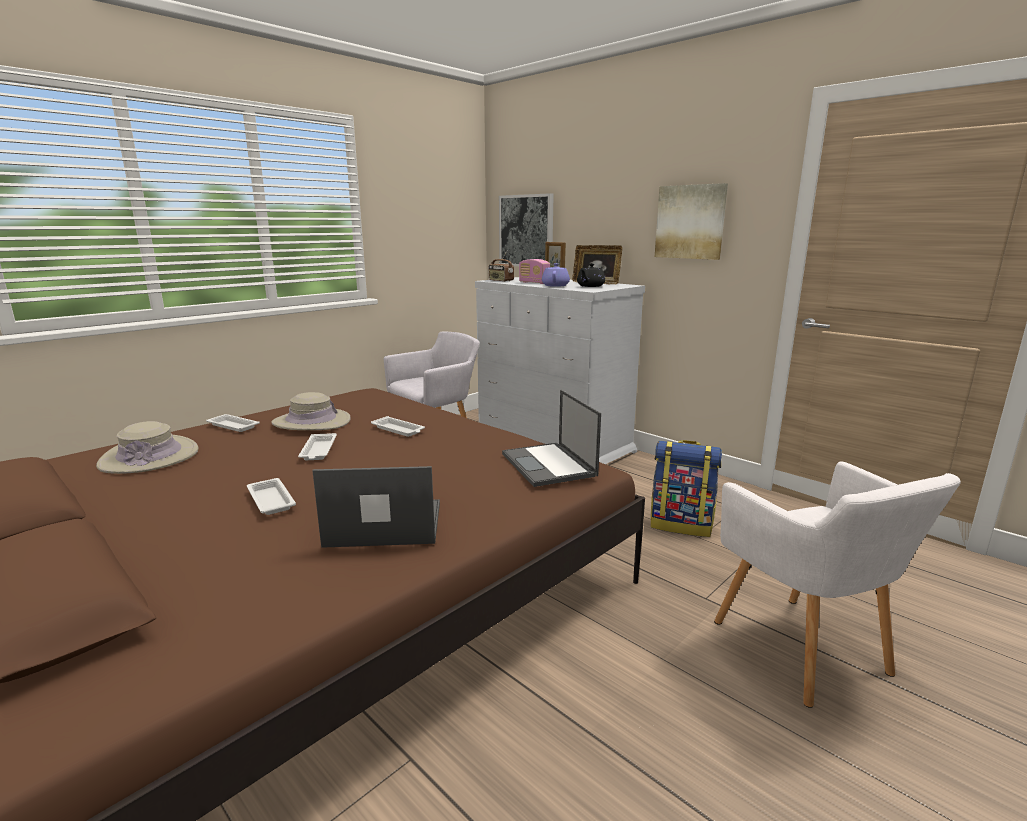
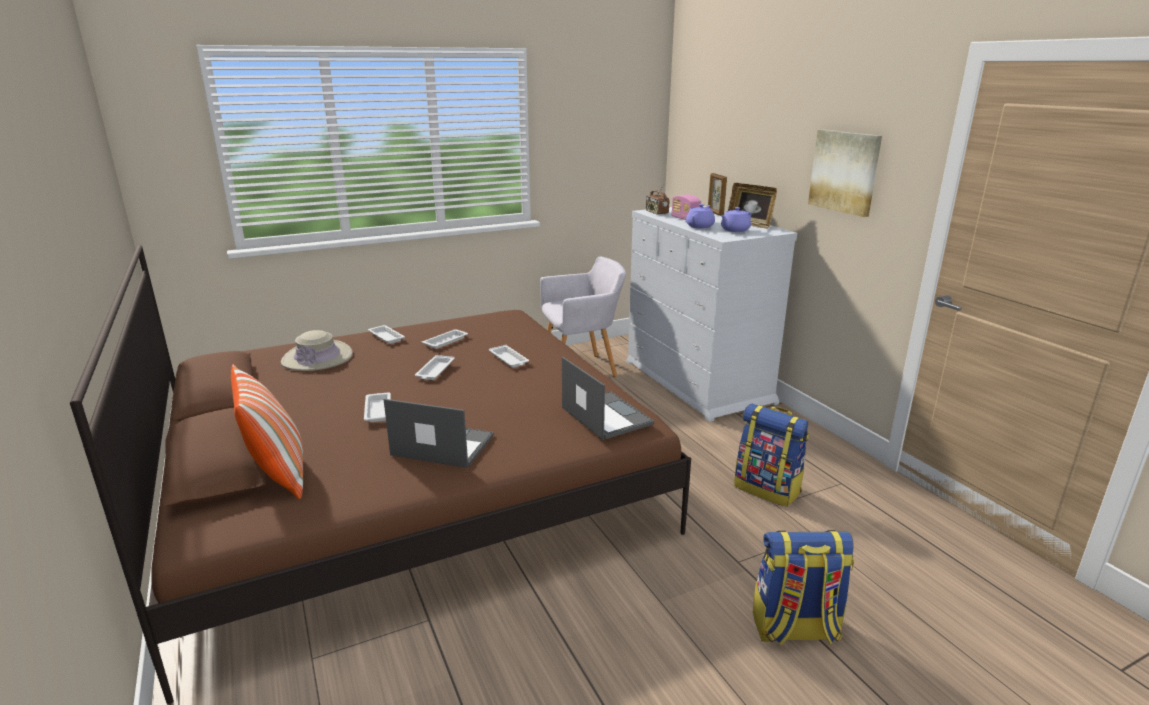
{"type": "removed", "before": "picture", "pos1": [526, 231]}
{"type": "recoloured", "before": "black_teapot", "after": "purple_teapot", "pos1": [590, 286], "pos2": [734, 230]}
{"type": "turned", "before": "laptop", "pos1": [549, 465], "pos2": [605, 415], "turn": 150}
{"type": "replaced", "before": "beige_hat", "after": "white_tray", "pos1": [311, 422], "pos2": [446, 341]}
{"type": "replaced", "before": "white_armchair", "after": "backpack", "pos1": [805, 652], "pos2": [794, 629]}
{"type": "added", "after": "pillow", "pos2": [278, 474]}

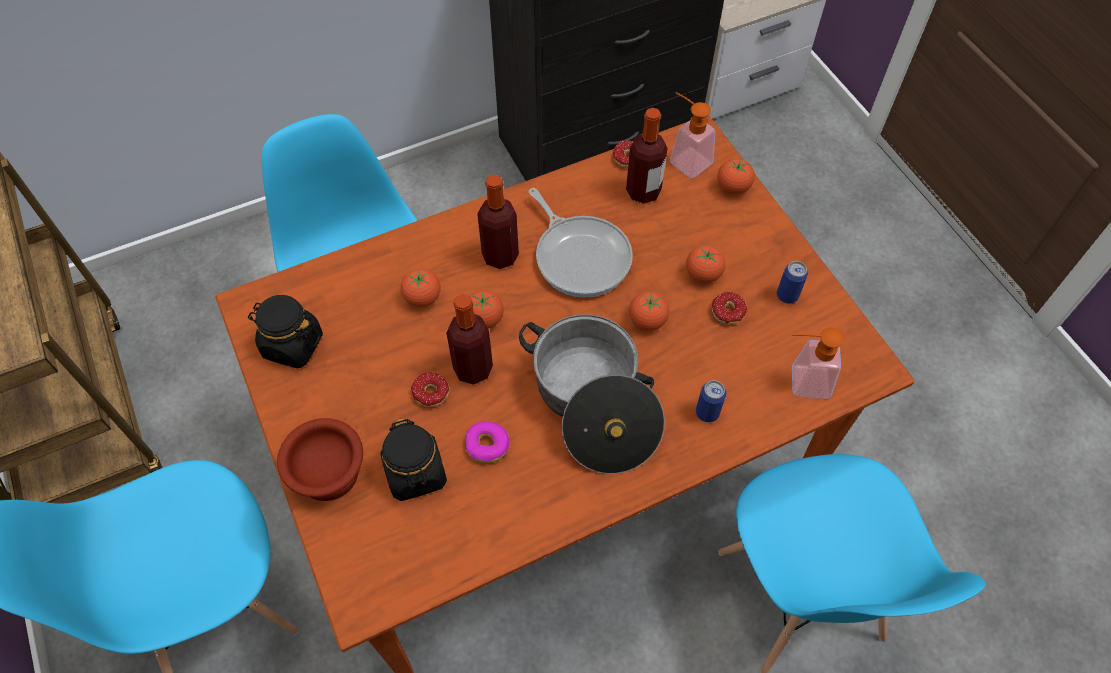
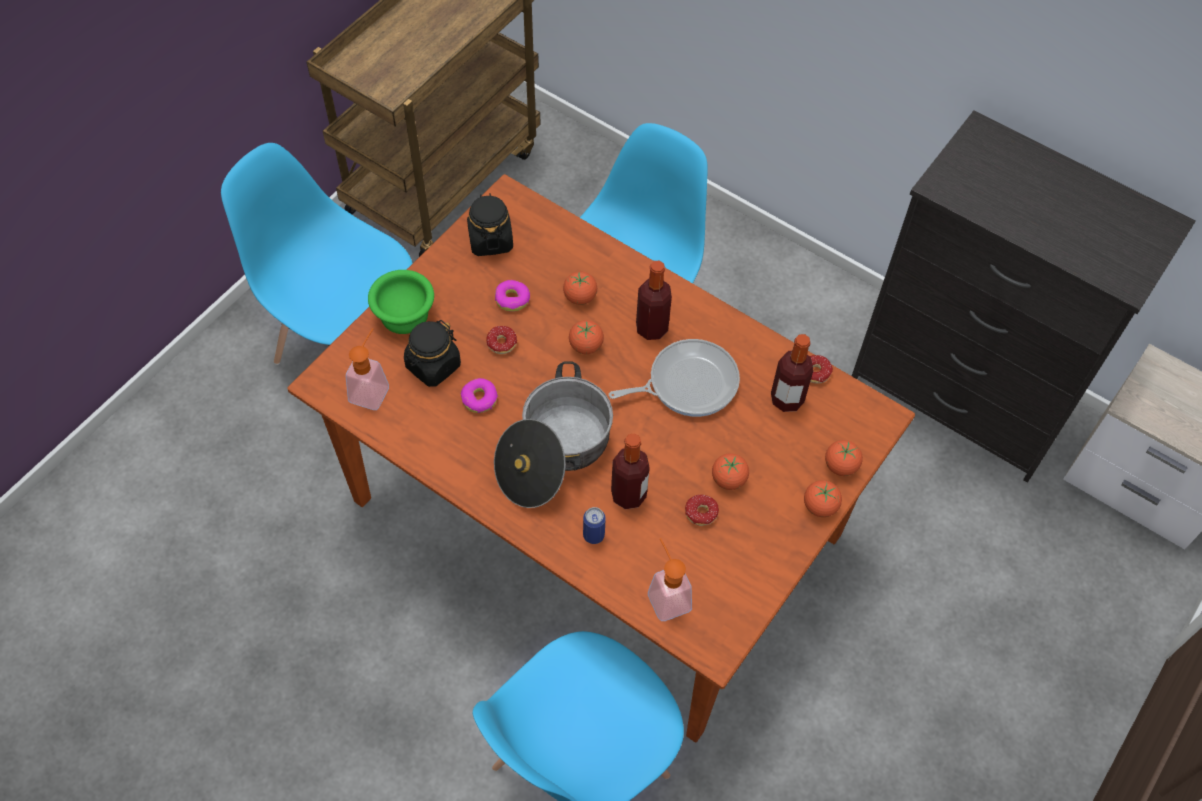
{"type": "moved", "before": "soap_dispenser", "pos1": [685, 159], "pos2": [372, 389]}
{"type": "turned", "before": "frying_pan", "pos1": [580, 256], "pos2": [687, 383], "turn": -135}
{"type": "removed", "before": "can", "pos1": [787, 295]}
{"type": "moved", "before": "tomato", "pos1": [647, 321], "pos2": [820, 506]}
{"type": "moved", "before": "bottle", "pos1": [473, 368], "pos2": [628, 495]}
{"type": "recoloured", "before": "brown_bowl", "after": "green_bowl", "pos1": [327, 475], "pos2": [402, 315]}
{"type": "added", "after": "donut", "pos2": [512, 299]}

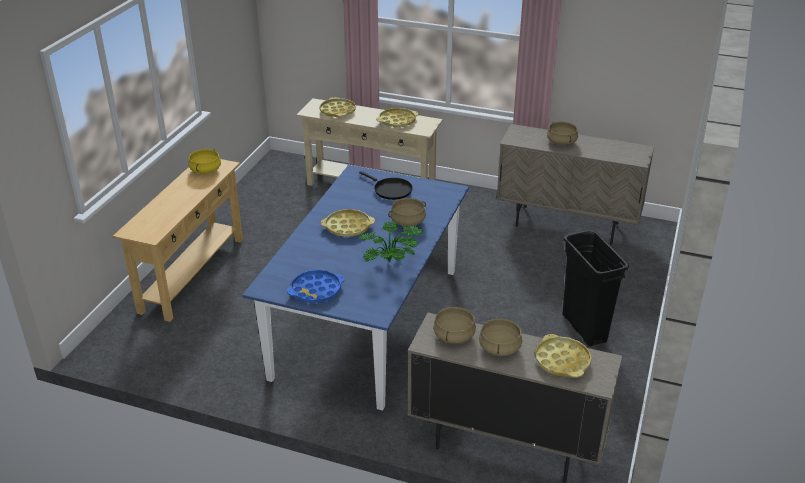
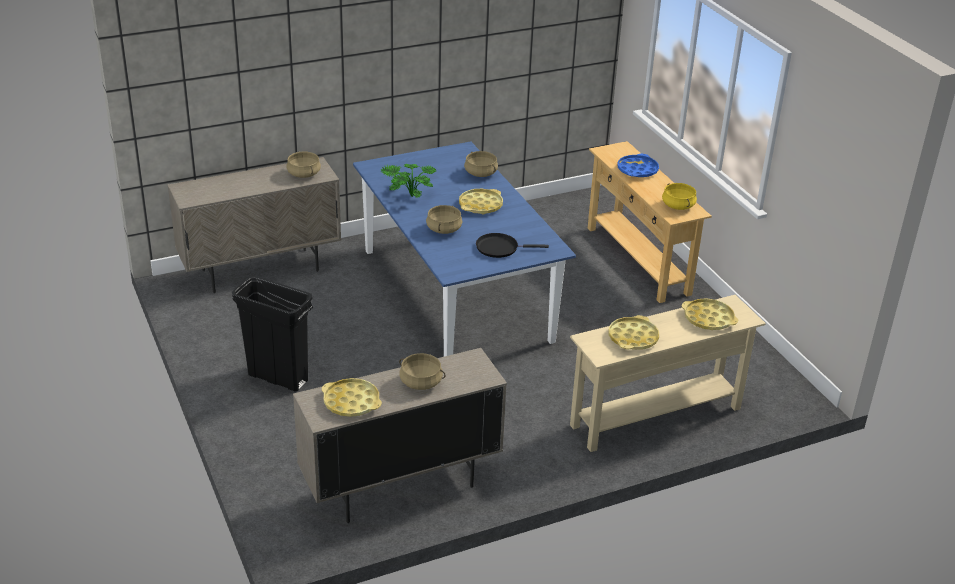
{"type": "moved", "before": "blue_tray", "pos1": [316, 290], "pos2": [637, 170]}
{"type": "moved", "before": "beige_cooking_pot", "pos1": [499, 347], "pos2": [481, 173]}
{"type": "moved", "before": "yellow_tray", "pos1": [562, 361], "pos2": [351, 402]}

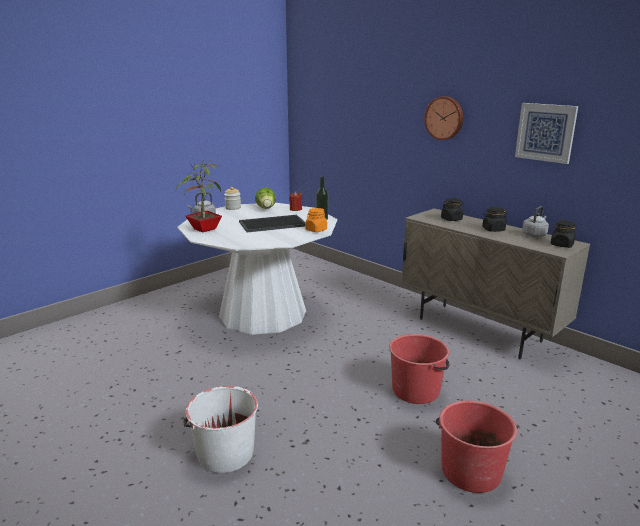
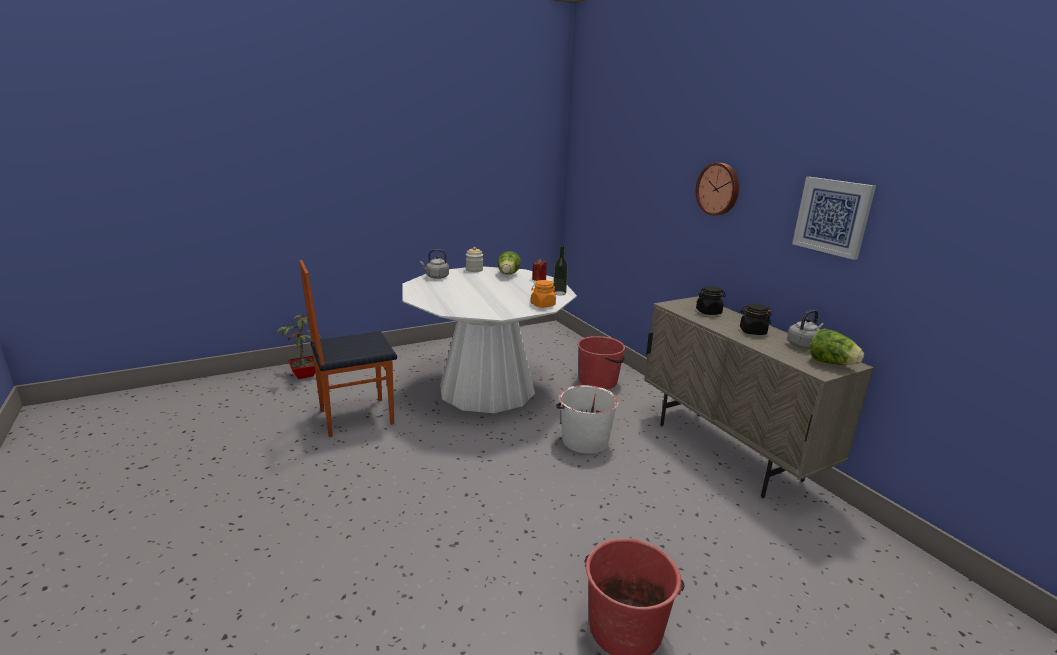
{"type": "moved", "before": "potted_plant", "pos1": [203, 229], "pos2": [303, 375]}
{"type": "removed", "before": "tray", "pos1": [272, 224]}
{"type": "replaced", "before": "black_jar", "after": "lettuce", "pos1": [562, 245], "pos2": [831, 363]}
{"type": "moved", "before": "red_bucket", "pos1": [416, 390], "pos2": [598, 381]}
{"type": "moved", "before": "white_bucket", "pos1": [225, 453], "pos2": [584, 441]}
{"type": "added", "after": "chair", "pos2": [355, 417]}

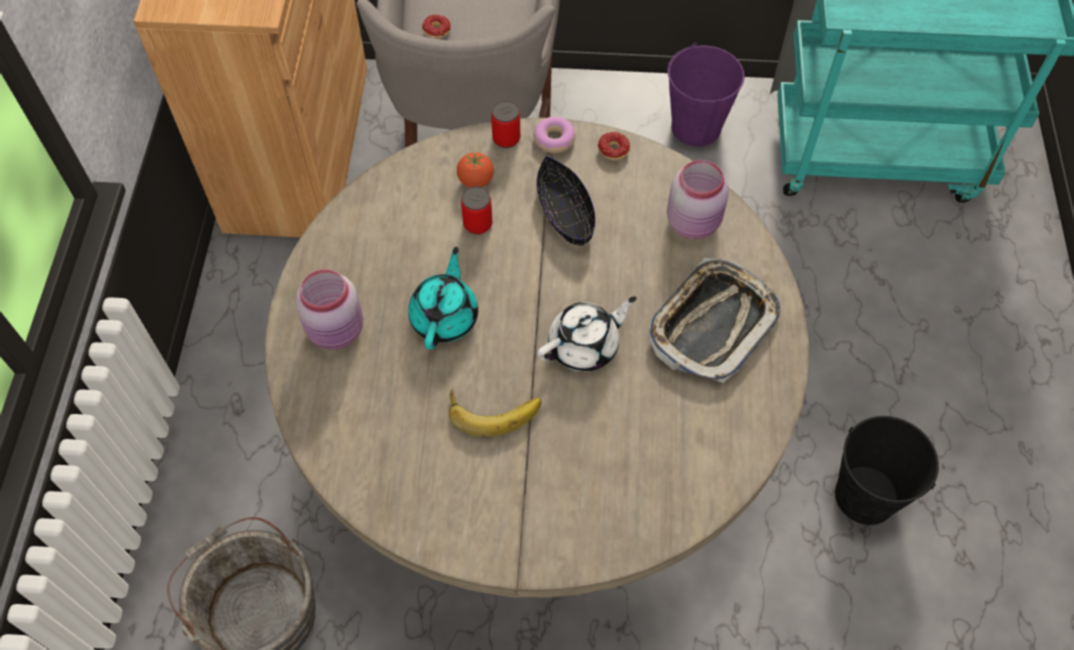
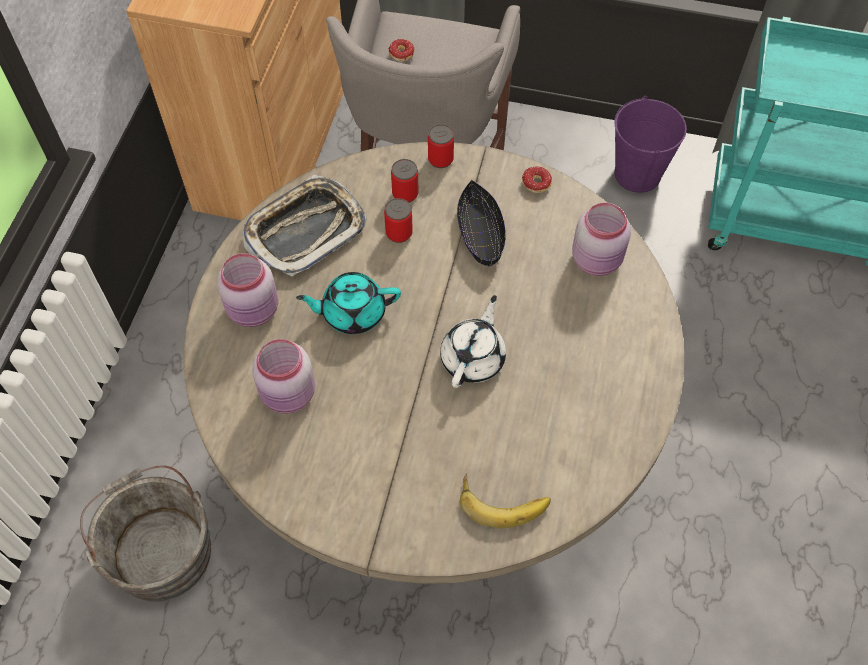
{"type": "removed", "before": "donut", "pos1": [554, 139]}
{"type": "replaced", "before": "tomato", "after": "can", "pos1": [476, 181], "pos2": [405, 194]}
{"type": "turned", "before": "turquoise_teapot", "pos1": [445, 317], "pos2": [352, 312], "turn": -120}
{"type": "moved", "before": "tray", "pos1": [712, 324], "pos2": [305, 230]}
{"type": "turned", "before": "white_teapot", "pos1": [585, 346], "pos2": [473, 358], "turn": -45}
{"type": "moved", "before": "banana", "pos1": [494, 408], "pos2": [503, 500]}
{"type": "removed", "before": "black_bucket", "pos1": [865, 495]}
{"type": "added", "after": "pink_jar", "pos2": [289, 395]}

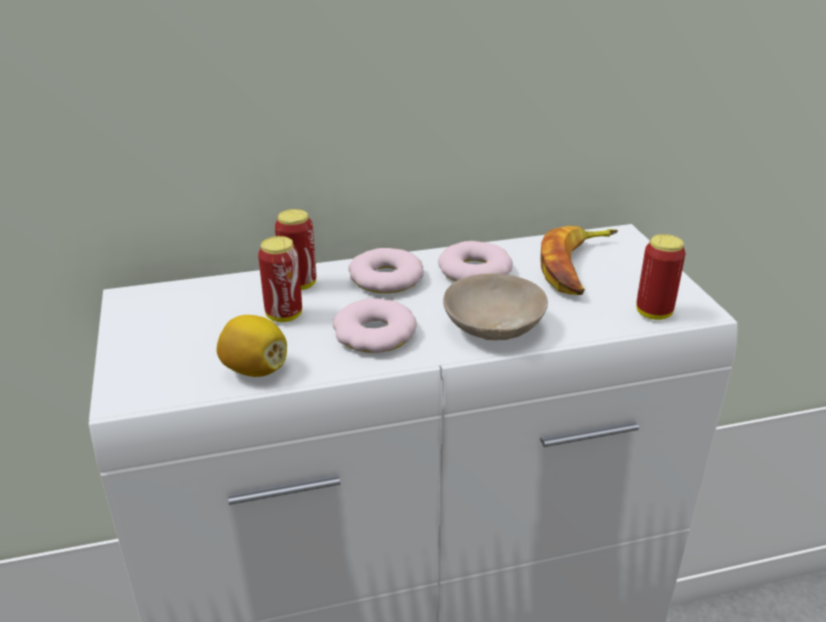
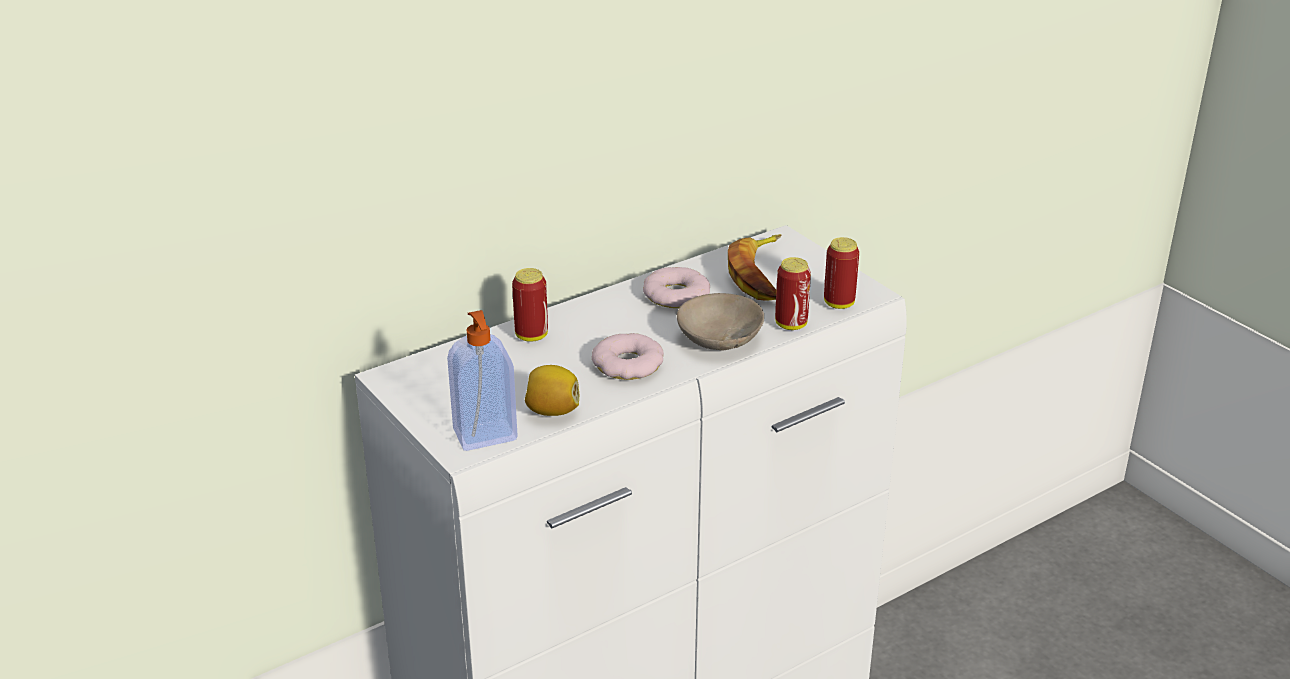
{"type": "moved", "before": "can", "pos1": [284, 315], "pos2": [791, 324]}
{"type": "removed", "before": "donut", "pos1": [385, 278]}
{"type": "added", "after": "soap_dispenser", "pos2": [486, 436]}

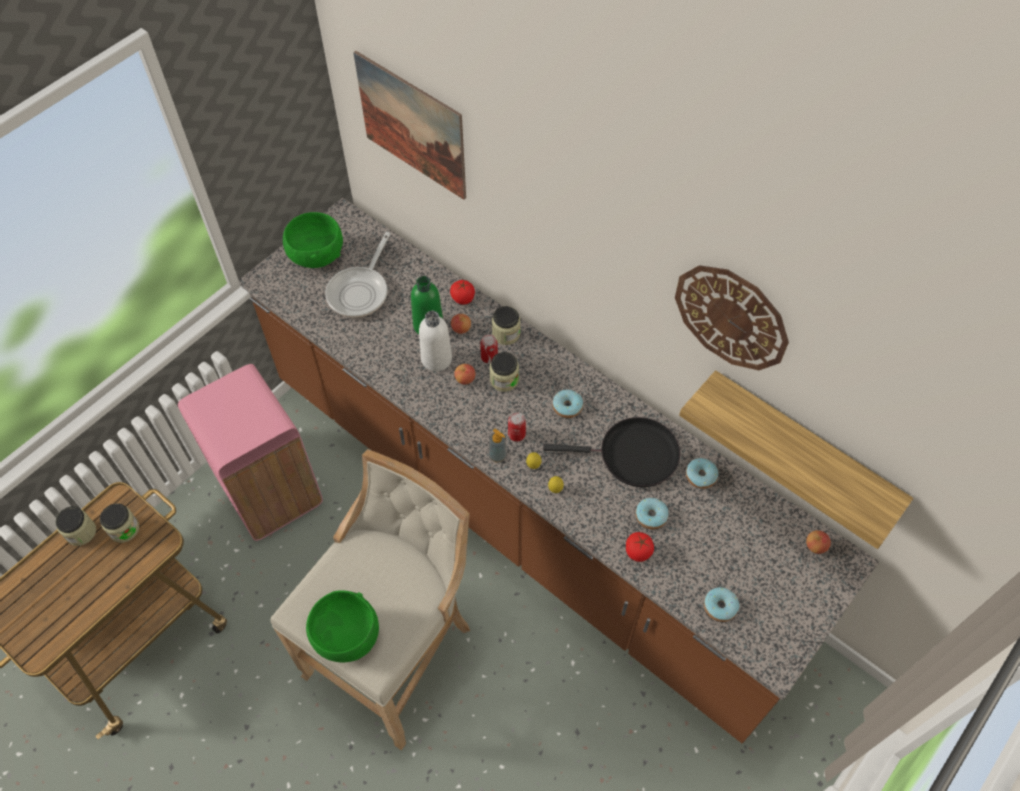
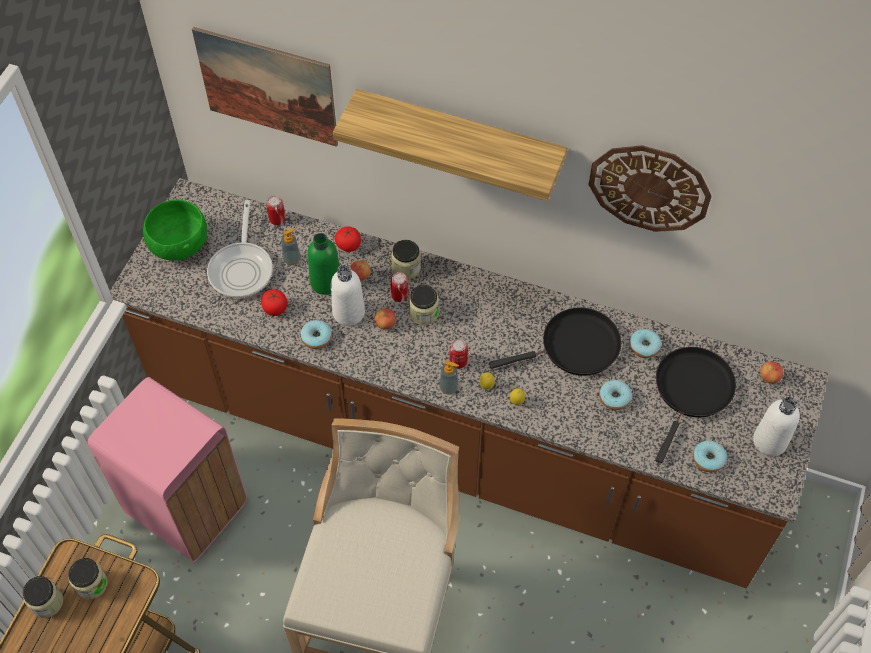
{"type": "moved", "before": "shelf", "pos1": [801, 449], "pos2": [459, 140]}
{"type": "moved", "before": "donut", "pos1": [567, 407], "pos2": [316, 338]}
{"type": "moved", "before": "tomato", "pos1": [638, 551], "pos2": [275, 308]}
{"type": "removed", "before": "green_bowl", "pos1": [347, 636]}
{"type": "added", "after": "can", "pos2": [277, 219]}
{"type": "added", "after": "soap_dispenser", "pos2": [292, 259]}
{"type": "added", "after": "black_frying_pan", "pos2": [692, 391]}
{"type": "added", "after": "white_bottle", "pos2": [769, 441]}

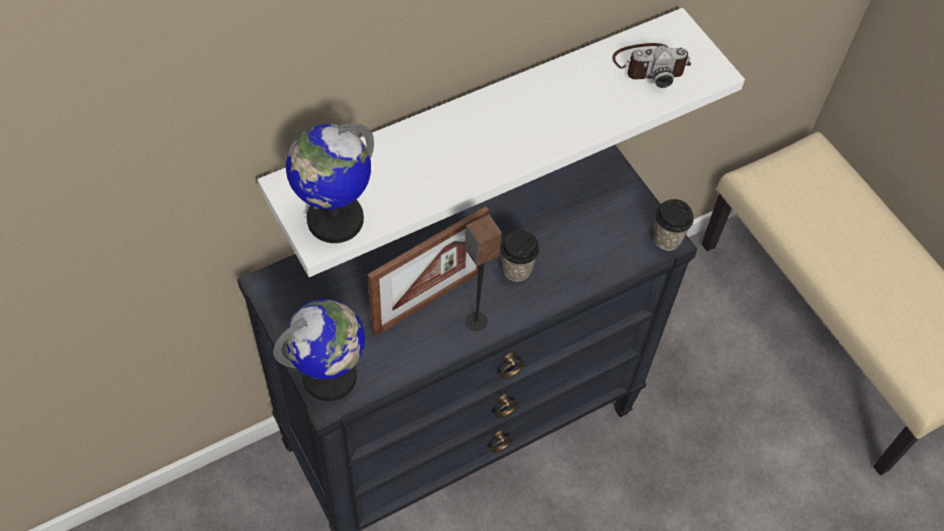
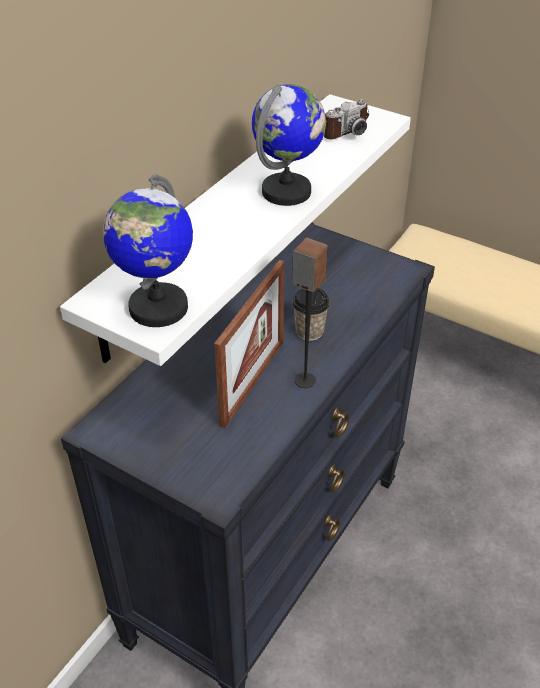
{"type": "removed", "before": "cup", "pos1": [667, 239]}
{"type": "moved", "before": "globe", "pos1": [330, 377], "pos2": [287, 192]}

